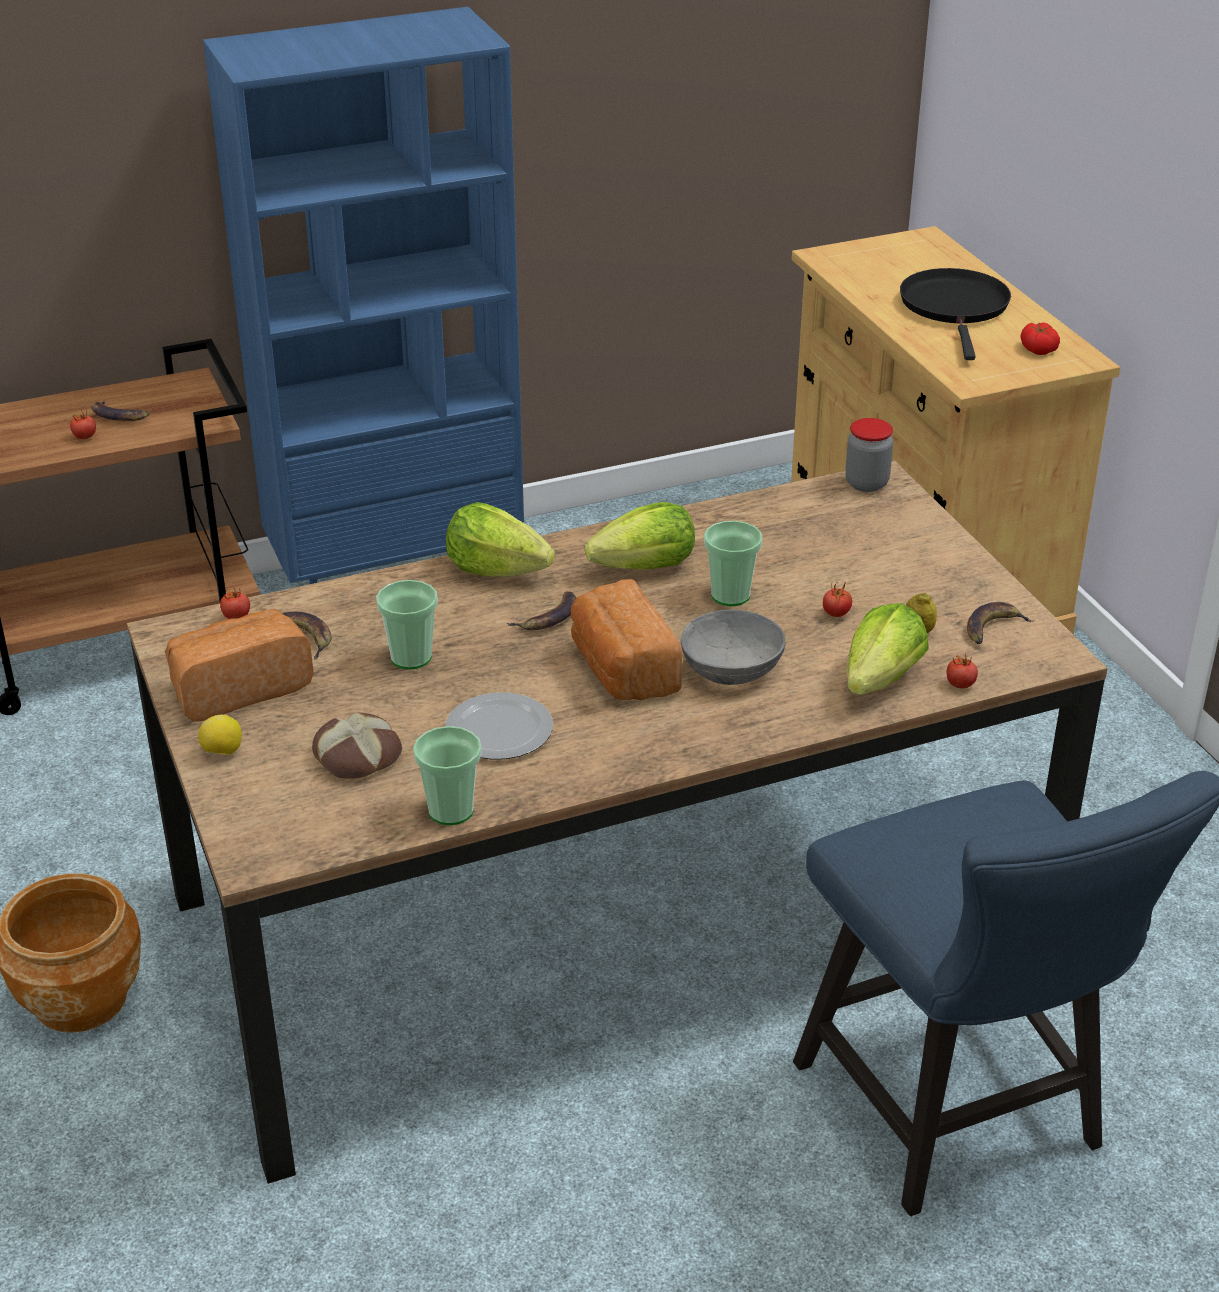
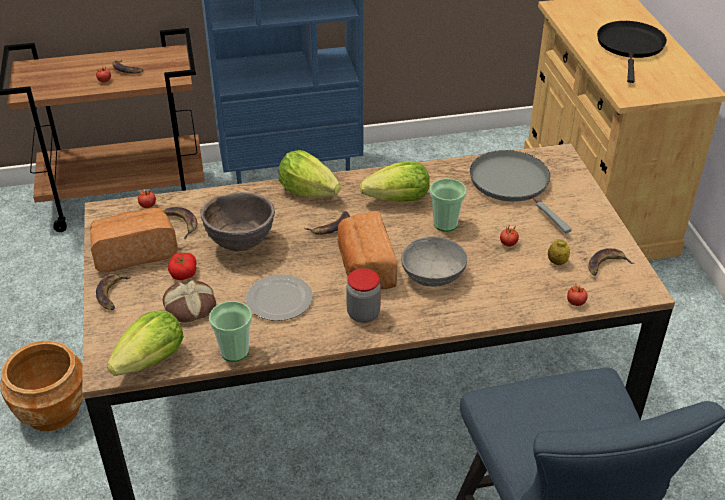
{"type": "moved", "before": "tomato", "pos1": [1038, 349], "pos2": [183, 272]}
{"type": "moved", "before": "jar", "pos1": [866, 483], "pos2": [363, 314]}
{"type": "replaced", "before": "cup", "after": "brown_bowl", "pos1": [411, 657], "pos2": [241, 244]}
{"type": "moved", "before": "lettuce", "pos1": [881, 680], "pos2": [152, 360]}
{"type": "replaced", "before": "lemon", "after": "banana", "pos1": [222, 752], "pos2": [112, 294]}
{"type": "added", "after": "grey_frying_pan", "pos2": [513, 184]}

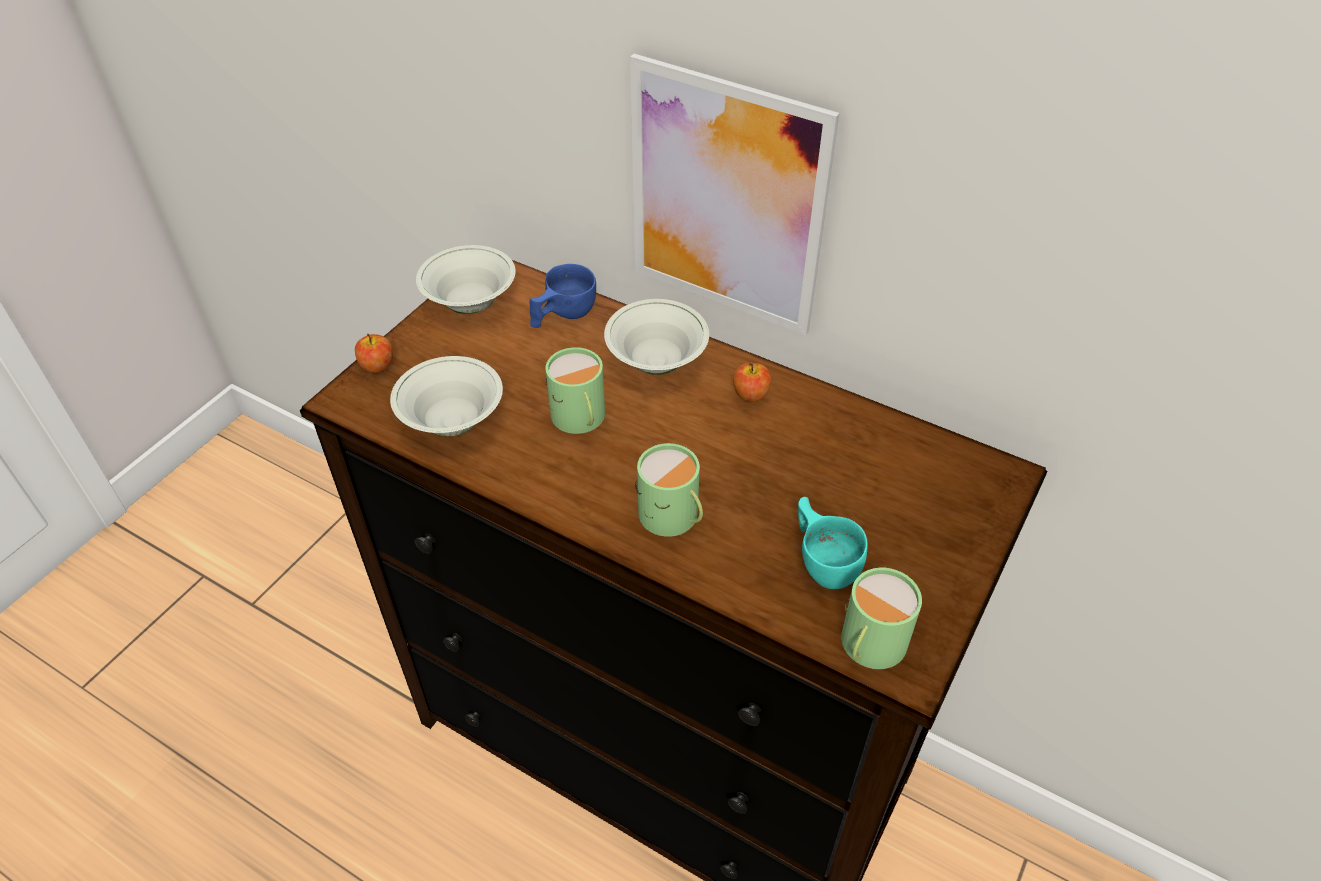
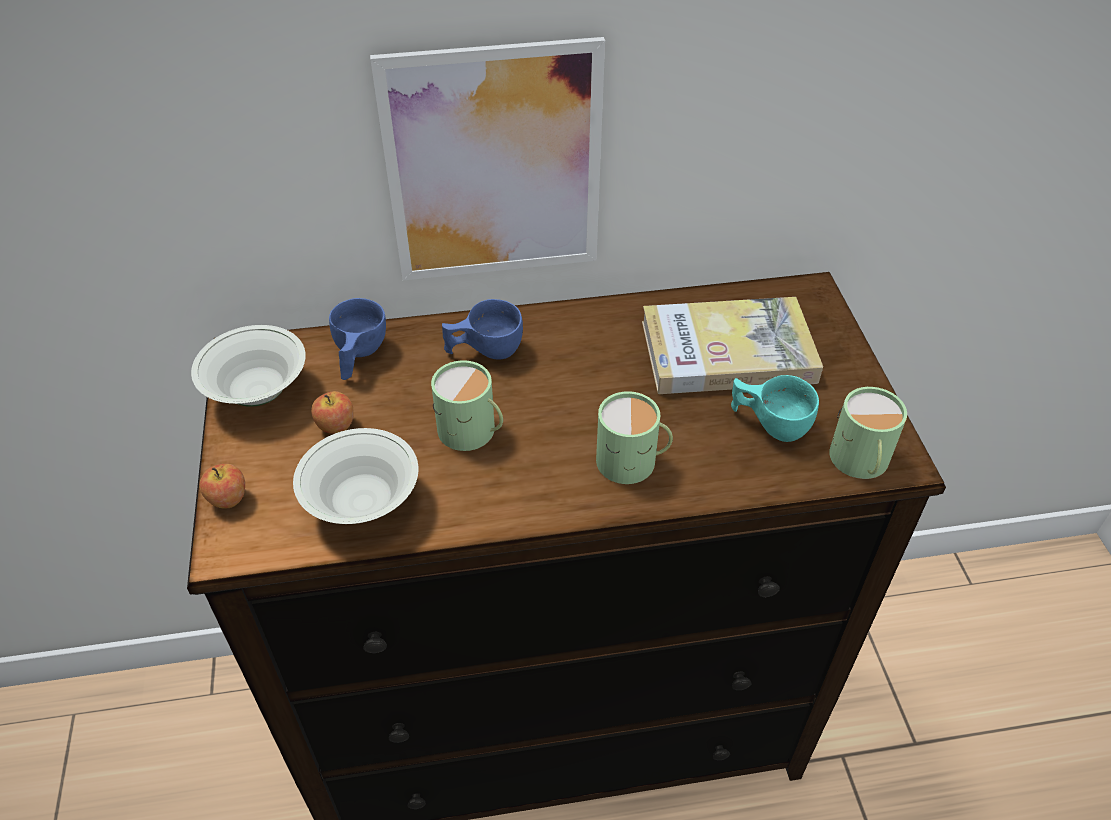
{"type": "replaced", "before": "white_bowl", "after": "blue_cup", "pos1": [656, 362], "pos2": [484, 350]}
{"type": "moved", "before": "apple", "pos1": [750, 395], "pos2": [335, 425]}
{"type": "added", "after": "book", "pos2": [727, 351]}

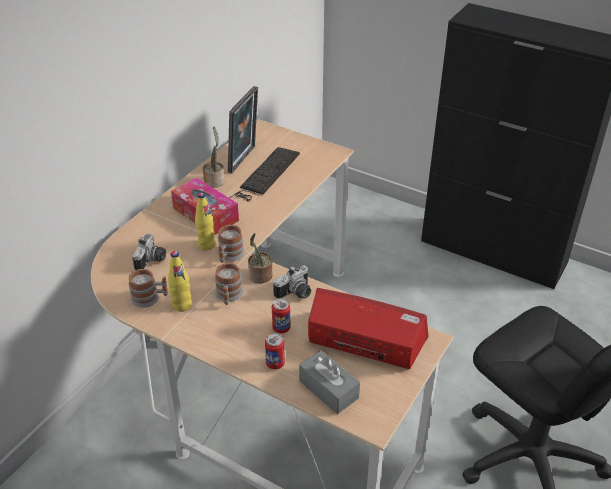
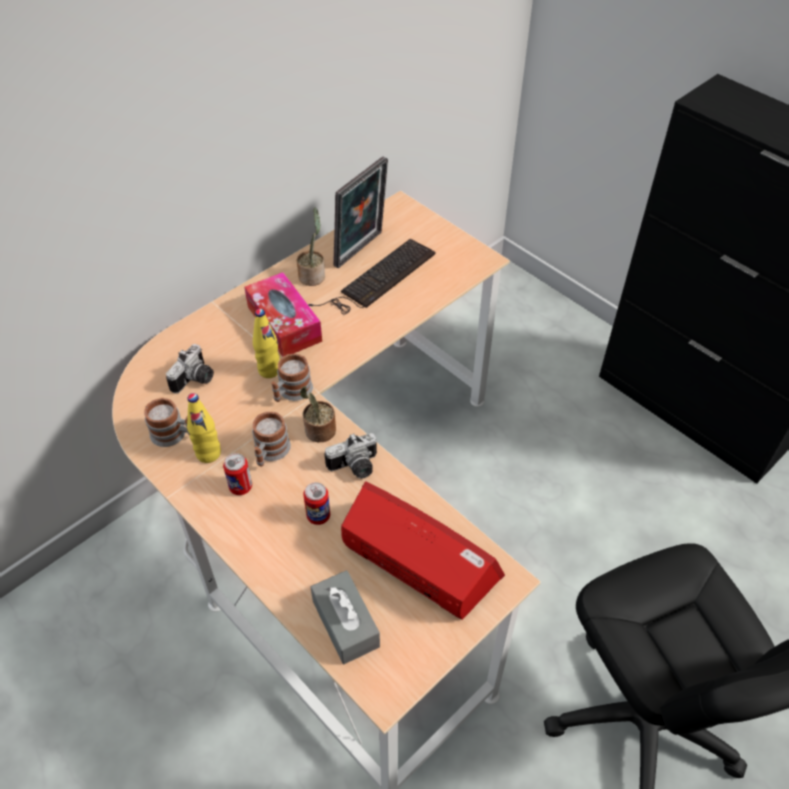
{"type": "moved", "before": "can", "pos1": [275, 363], "pos2": [241, 487]}

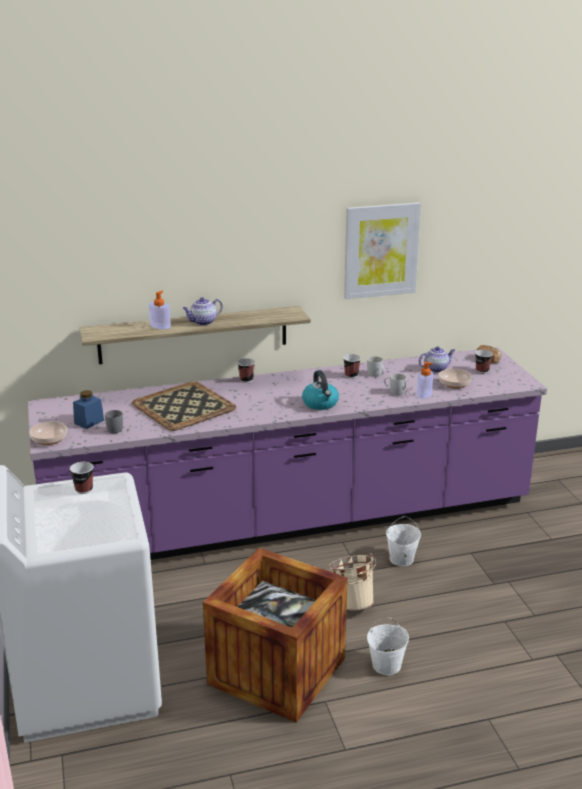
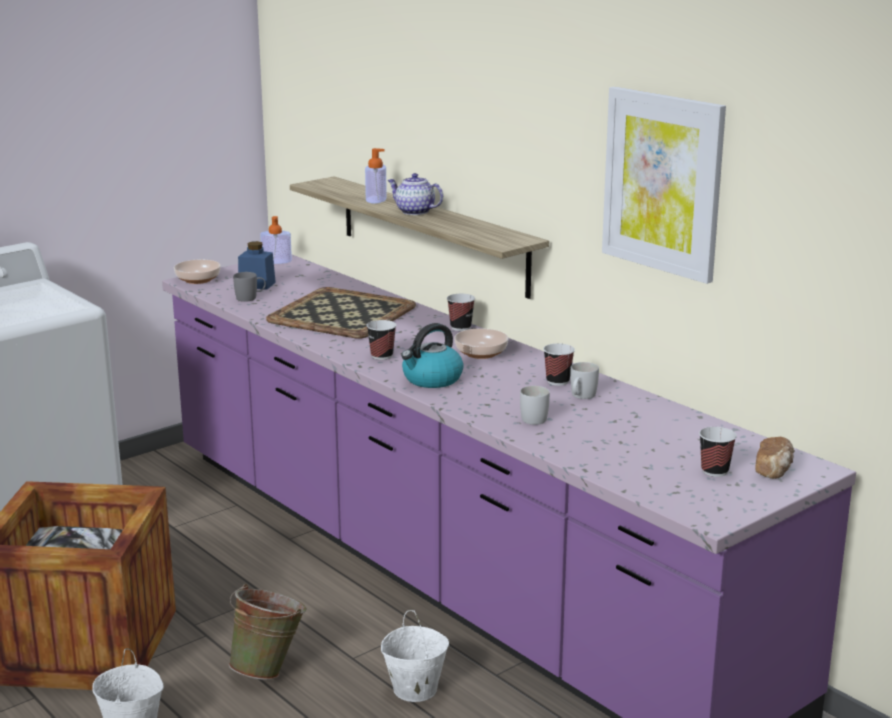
{"type": "removed", "before": "teapot", "pos1": [436, 368]}
{"type": "moved", "before": "soap_dispenser", "pos1": [424, 394], "pos2": [276, 261]}
{"type": "moved", "before": "bowl", "pos1": [454, 384], "pos2": [480, 353]}
{"type": "moved", "before": "cup", "pos1": [84, 489], "pos2": [382, 356]}
{"type": "recoloured", "before": "beige_bucket", "after": "green_bucket", "pos1": [352, 602], "pos2": [269, 669]}

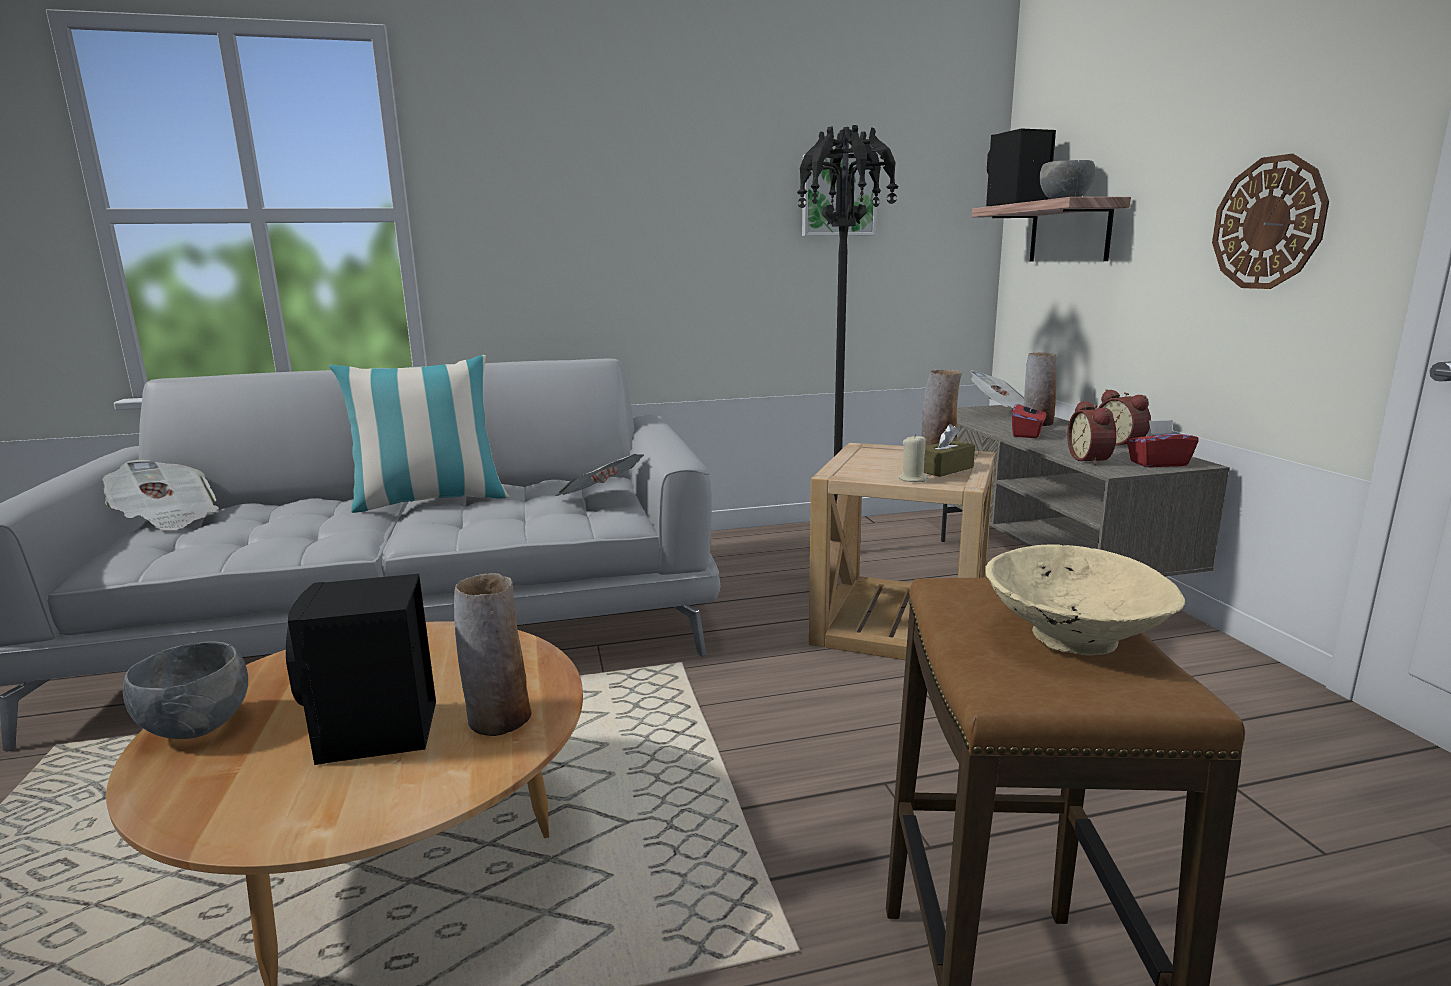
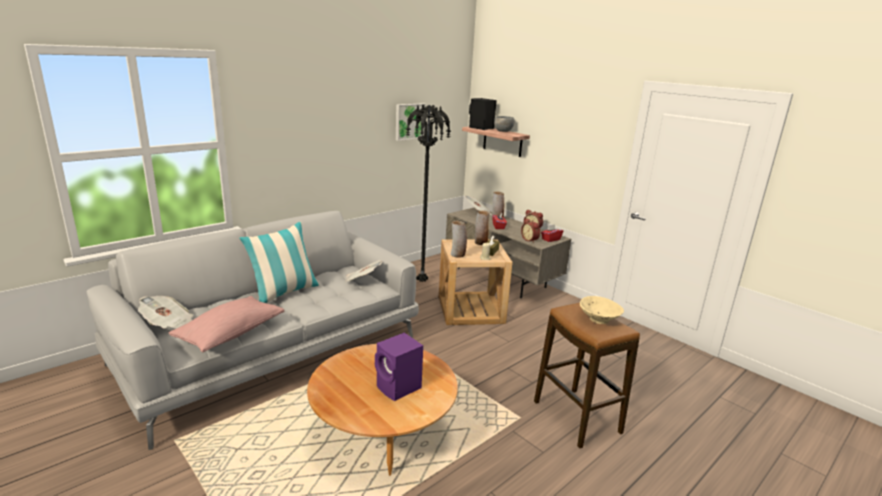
{"type": "removed", "before": "wall_clock", "pos1": [1268, 223]}
{"type": "moved", "before": "vase", "pos1": [498, 721], "pos2": [457, 255]}
{"type": "recoloured", "before": "black_speaker", "after": "purple_speaker", "pos1": [376, 735], "pos2": [399, 388]}
{"type": "removed", "before": "grey_bowl", "pos1": [197, 727]}
{"type": "added", "after": "pink_pillow", "pos2": [230, 334]}

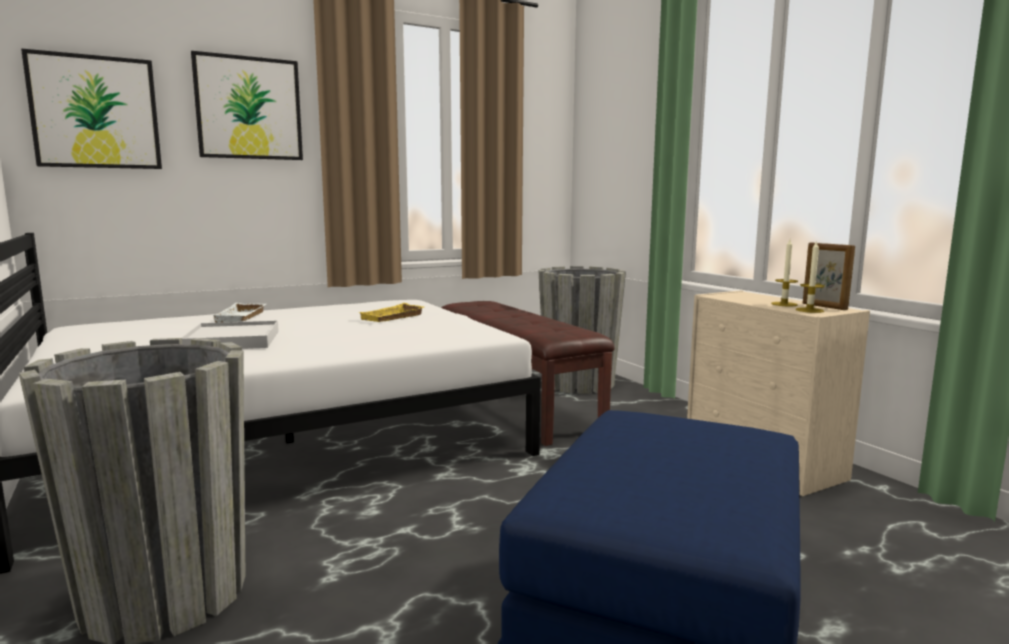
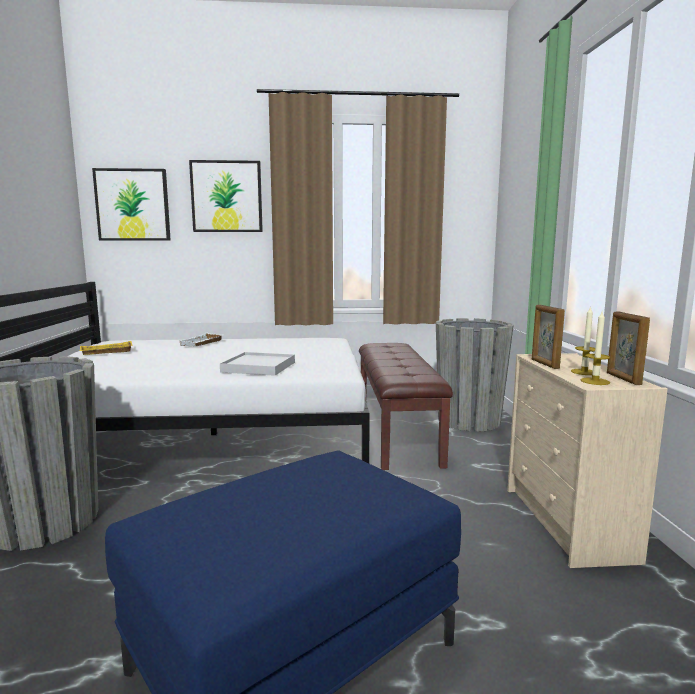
{"type": "moved", "before": "yellow_tray", "pos1": [393, 318], "pos2": [106, 352]}
{"type": "moved", "before": "white_tray", "pos1": [233, 341], "pos2": [259, 367]}
{"type": "added", "after": "picture_frame", "pos2": [544, 364]}

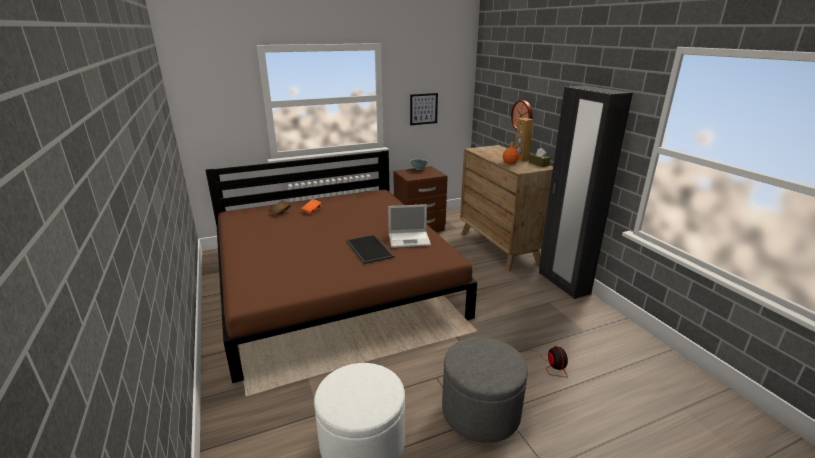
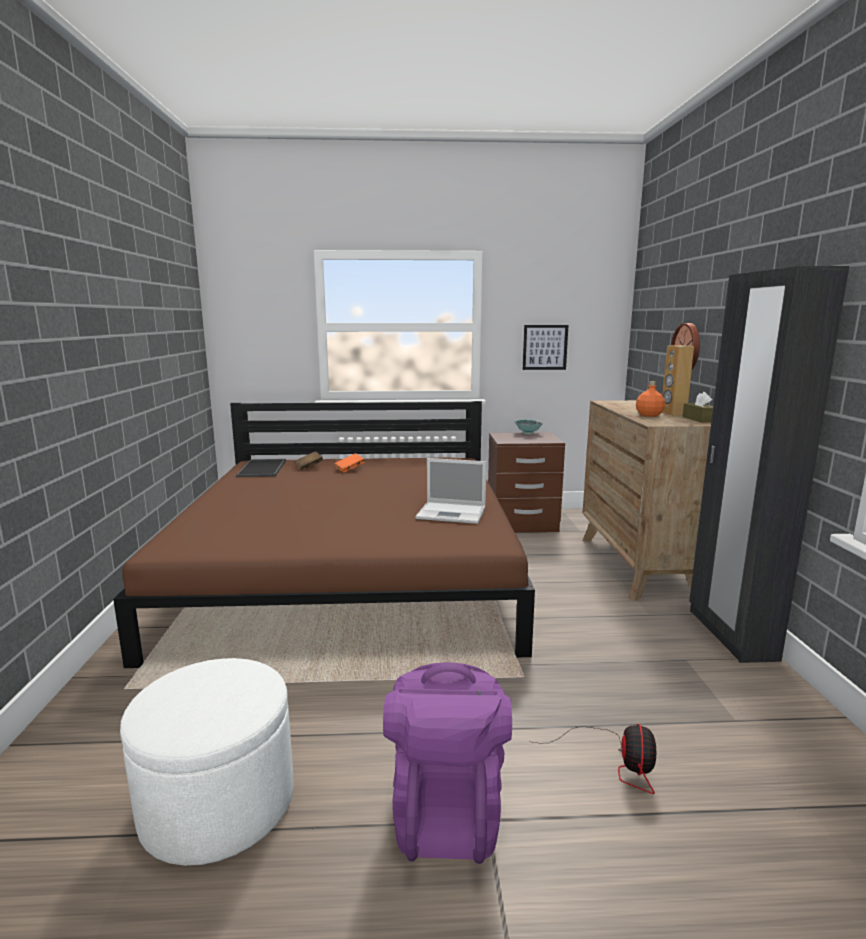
{"type": "moved", "before": "tray", "pos1": [370, 249], "pos2": [263, 468]}
{"type": "replaced", "before": "grey_ottoman", "after": "purple_backpack", "pos1": [480, 411], "pos2": [447, 809]}

